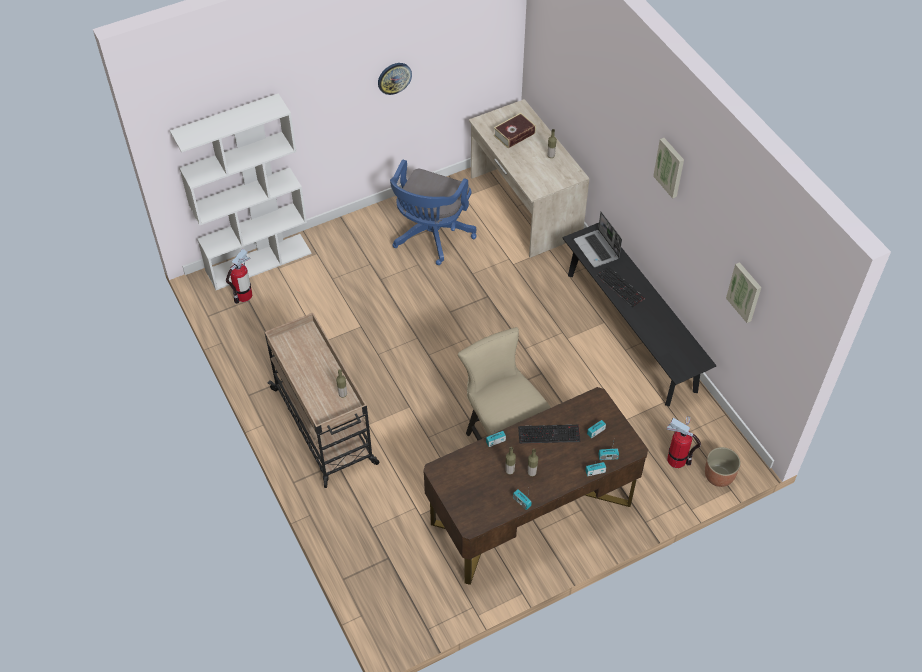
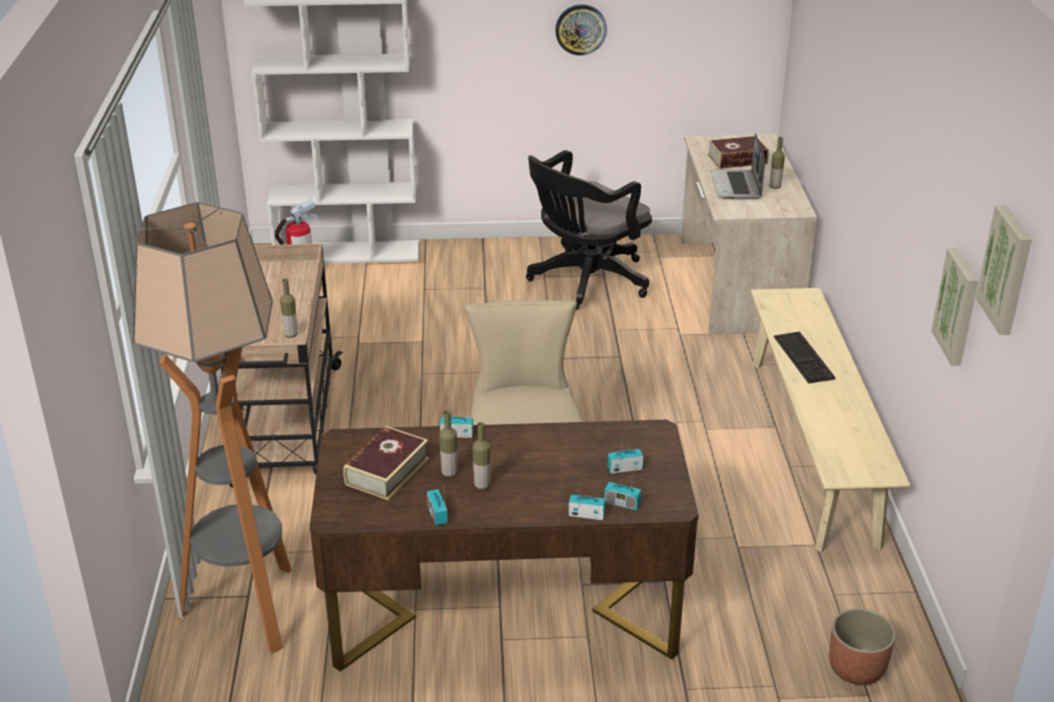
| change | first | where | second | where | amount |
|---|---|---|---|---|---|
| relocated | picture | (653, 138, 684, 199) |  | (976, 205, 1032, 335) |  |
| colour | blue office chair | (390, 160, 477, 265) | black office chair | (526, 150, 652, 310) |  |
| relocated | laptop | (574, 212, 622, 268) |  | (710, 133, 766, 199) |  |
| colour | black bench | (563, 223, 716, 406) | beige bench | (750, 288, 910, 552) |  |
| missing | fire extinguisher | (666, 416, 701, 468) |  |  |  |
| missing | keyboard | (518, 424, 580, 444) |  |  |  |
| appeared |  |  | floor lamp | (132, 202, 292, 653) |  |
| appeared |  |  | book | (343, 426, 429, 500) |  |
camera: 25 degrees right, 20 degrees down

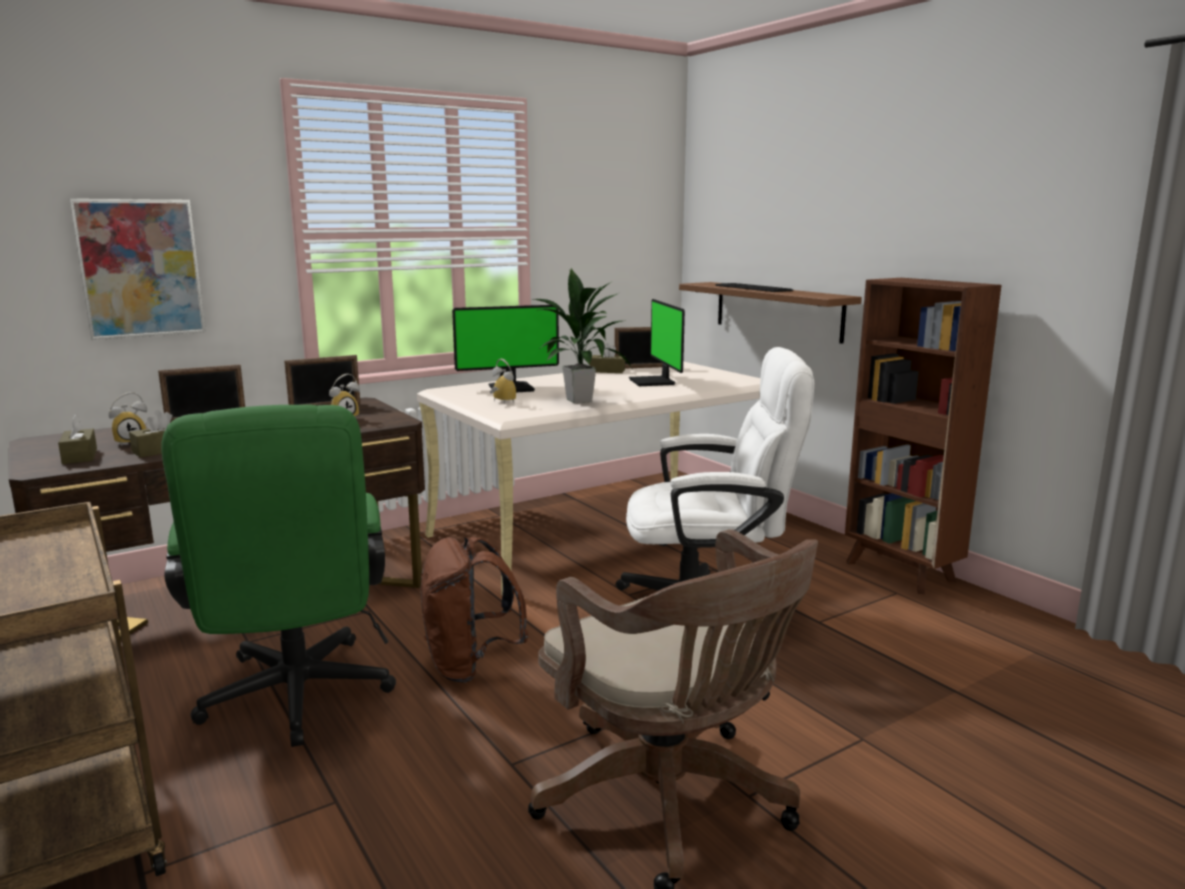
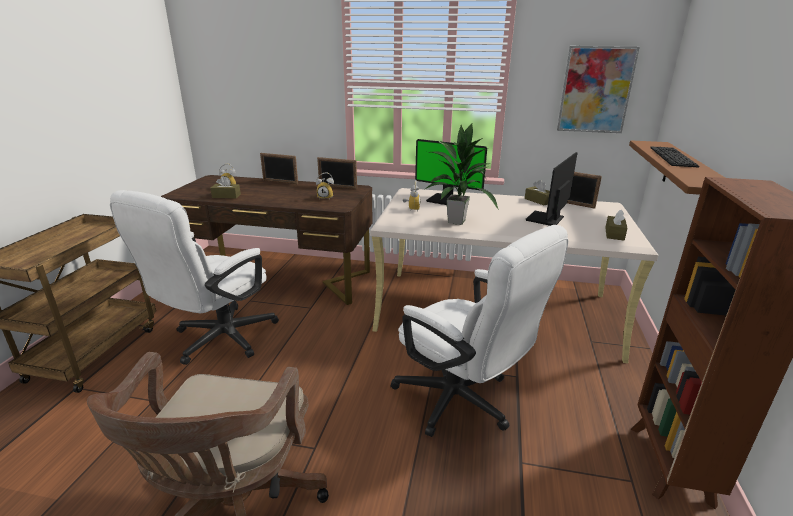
| change | first | where | second | where | amount |
|---|---|---|---|---|---|
| relocated | picture | (69, 199, 206, 340) |  | (557, 46, 640, 133) |  |
| colour | green office chair | (162, 405, 396, 747) | white office chair | (110, 190, 279, 365) |  |
| relocated | brown tissue box | (58, 414, 97, 464) |  | (605, 209, 628, 241) |  |
| missing | brown backpack | (421, 537, 529, 682) |  |  |  |
camera: 45 degrees right, 10 degrees up

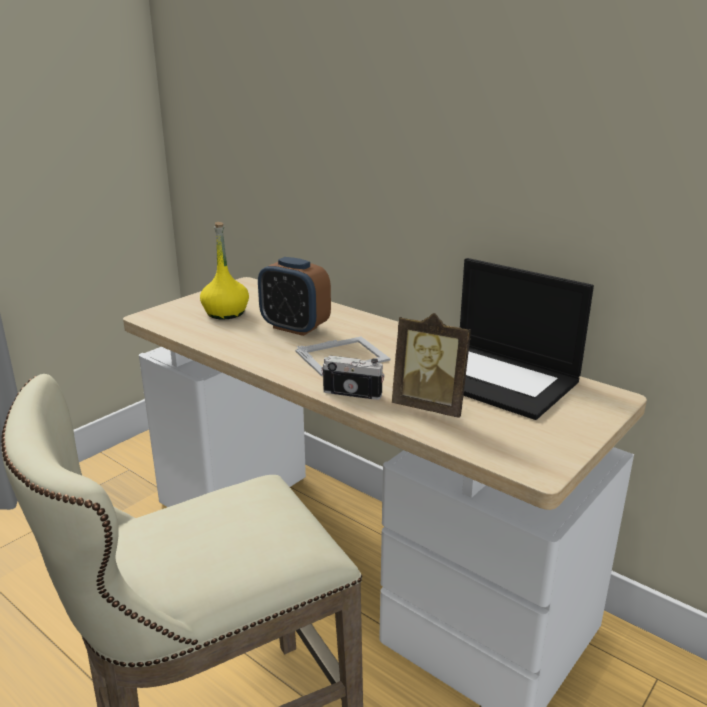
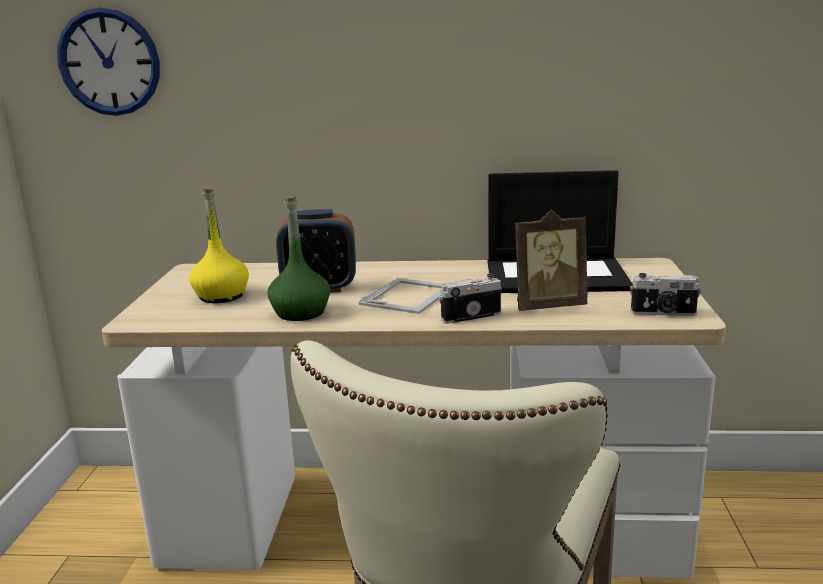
| change | first | where | second | where | amount |
|---|---|---|---|---|---|
| appeared |  |  | wall clock | (57, 8, 160, 116) |  |
| appeared |  |  | green bottle | (267, 197, 330, 321) |  |
| appeared |  |  | photo camera | (630, 273, 701, 316) |  |
camera: 35 degrees left, 5 degrees down

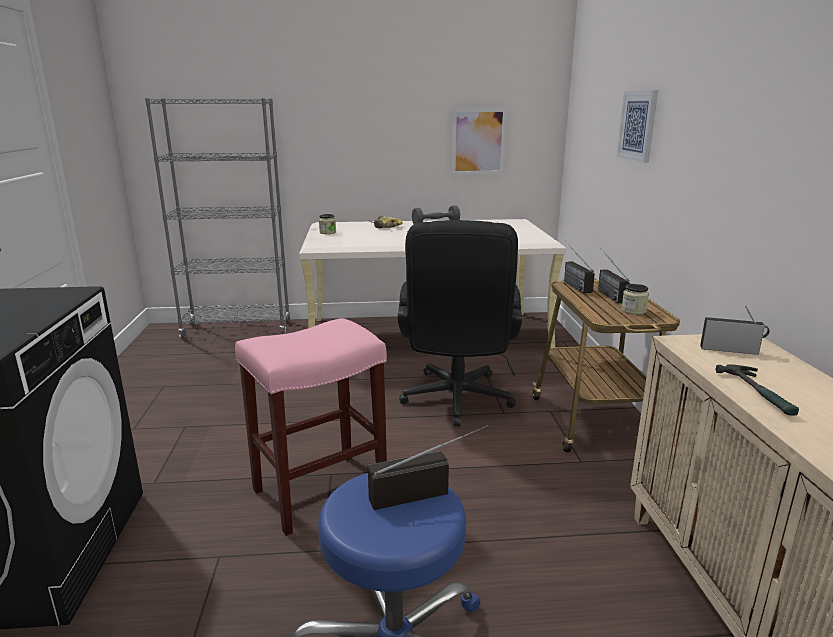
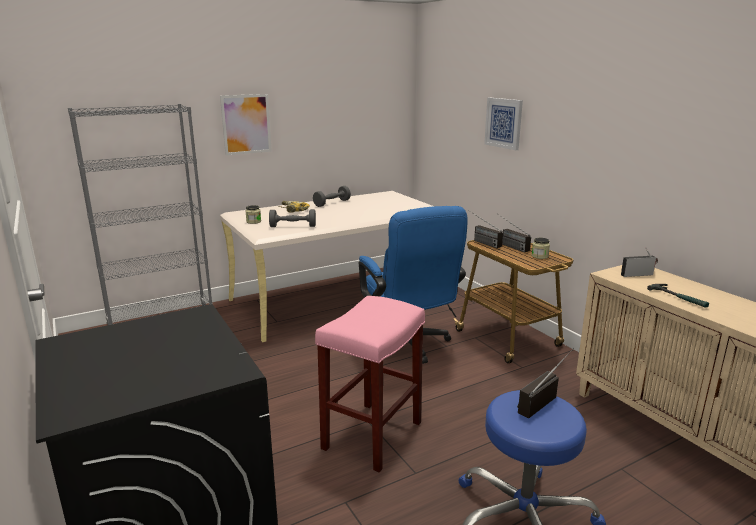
| change | first | where | second | where | amount |
|---|---|---|---|---|---|
| relocated | picture | (452, 109, 506, 174) |  | (220, 94, 272, 155) |  |
| colour | black office chair | (398, 220, 522, 427) | blue office chair | (359, 206, 468, 364) |  |
| appeared |  |  | grey dumbbell | (269, 209, 316, 227) |  |
camera: 25 degrees left, 0 degrees up

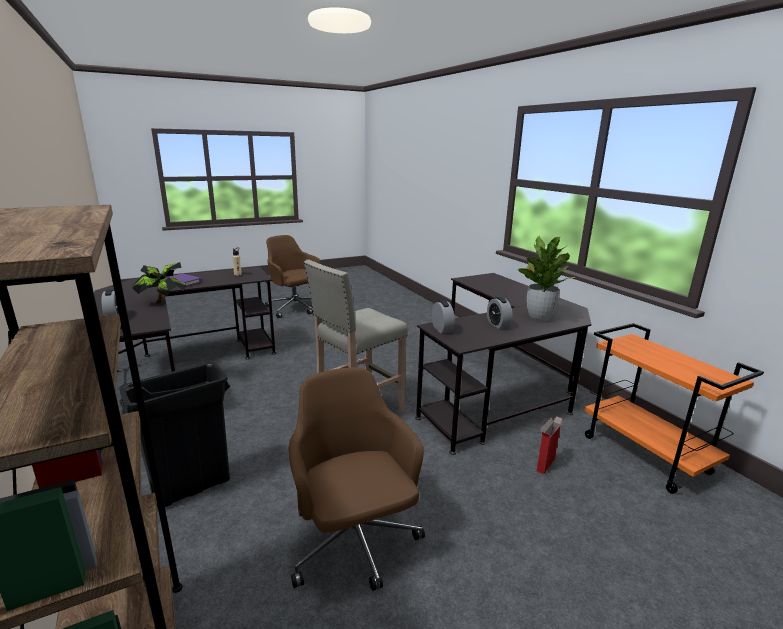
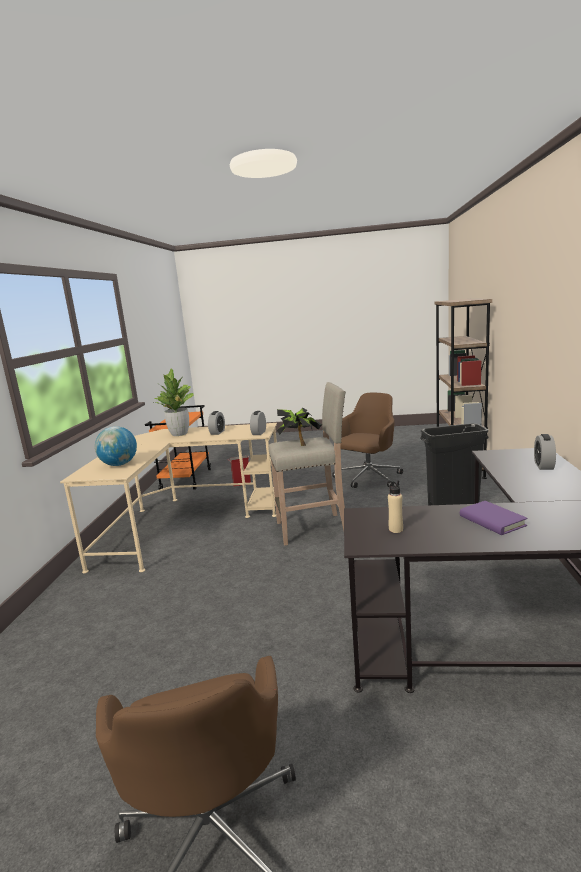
| change | first | where | second | where | amount |
|---|---|---|---|---|---|
| relocated | potted plant | (132, 262, 187, 303) |  | (277, 408, 322, 446) |  |
| colour | black desk | (415, 273, 591, 455) | beige desk | (60, 423, 277, 573) |  |
| spun | brown office chair | (288, 367, 425, 591) |  | (332, 393, 403, 488) | 150 degrees counterclockwise |
| appeared |  |  | globe | (95, 426, 137, 466) |  |
camera: 145 degrees left, 5 degrees down

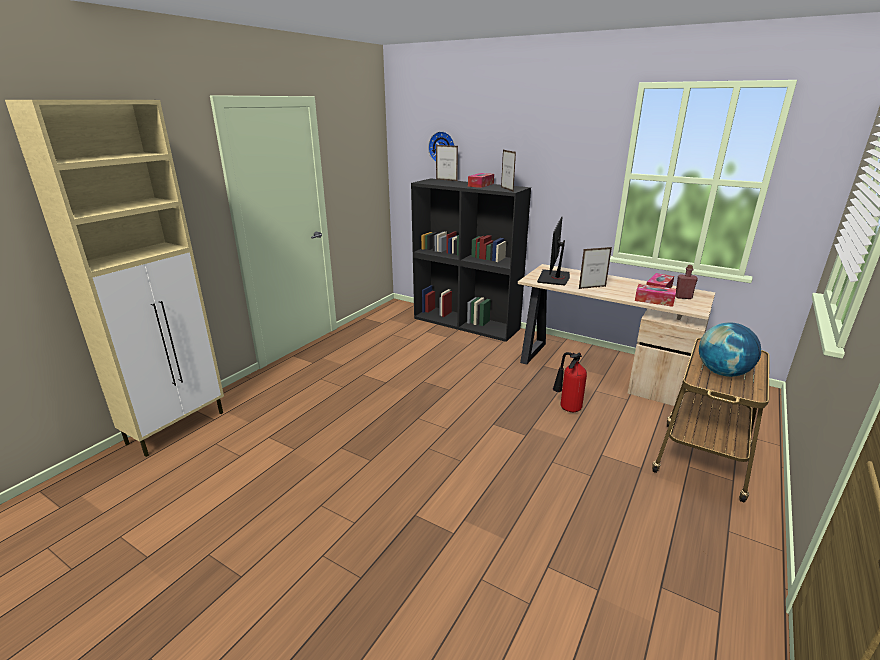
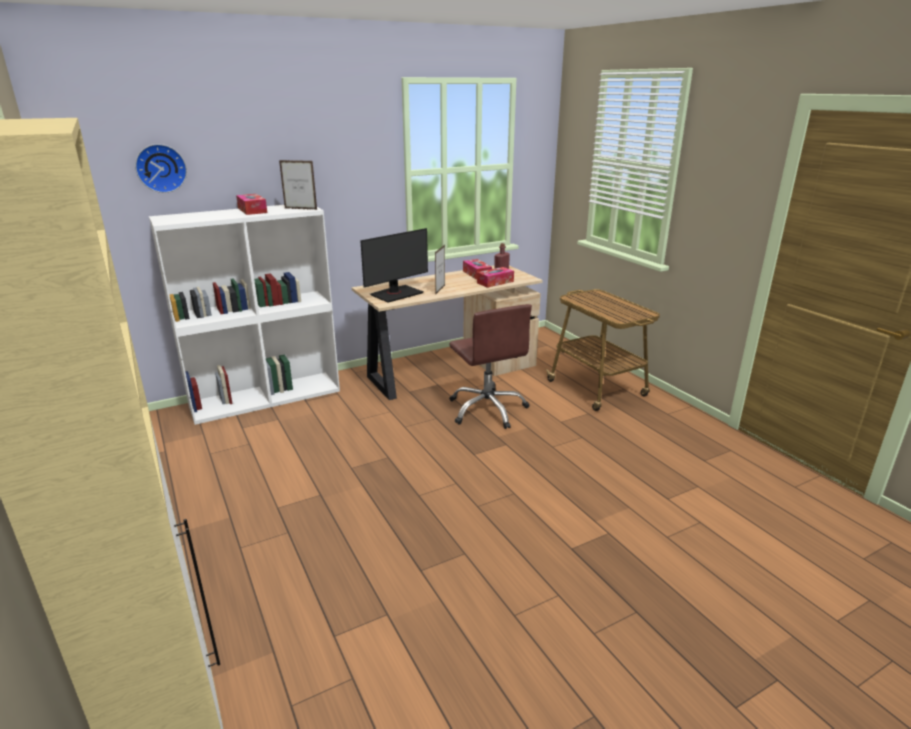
| change | first | where | second | where | amount |
|---|---|---|---|---|---|
| missing | picture frame | (436, 145, 458, 181) |  |  |  |
| colour | black bookcase | (411, 178, 531, 342) | white bookcase | (149, 205, 340, 425) |  |
| spun | monitor | (537, 216, 570, 286) |  | (360, 228, 428, 303) | 90 degrees counterclockwise |
| missing | globe | (699, 322, 761, 377) |  |  |  |
| exchanged | fire extinguisher | (553, 352, 587, 412) | brown office chair | (449, 304, 532, 429) |  |
camera: 60 degrees left, 0 degrees up

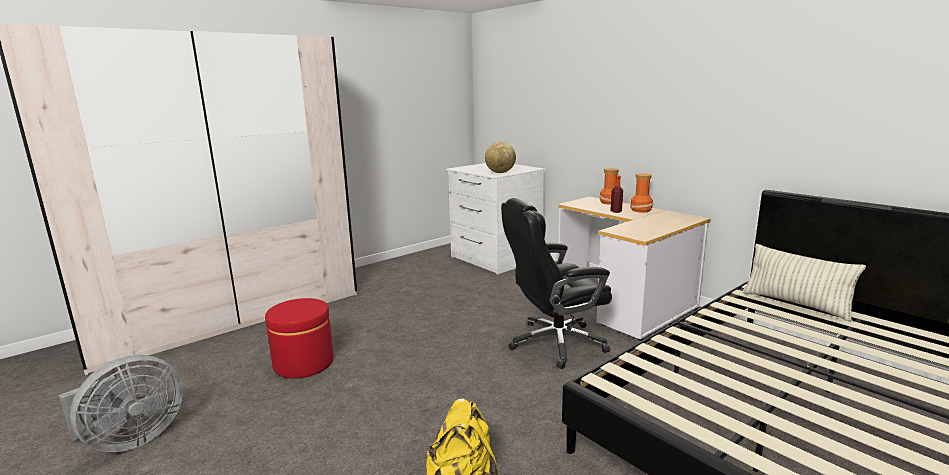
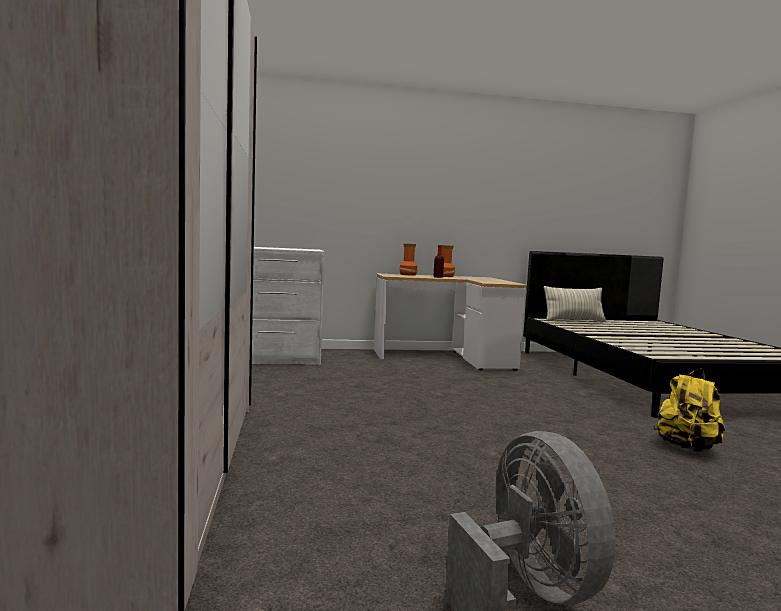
| change | first | where | second | where | amount |
|---|---|---|---|---|---|
| missing | globe | (485, 142, 516, 173) |  |  |  |
| missing | black office chair | (501, 198, 612, 369) |  |  |  |
| missing | red ottoman | (265, 298, 334, 379) |  |  |  |
camera: 60 degrees left, 10 degrees down

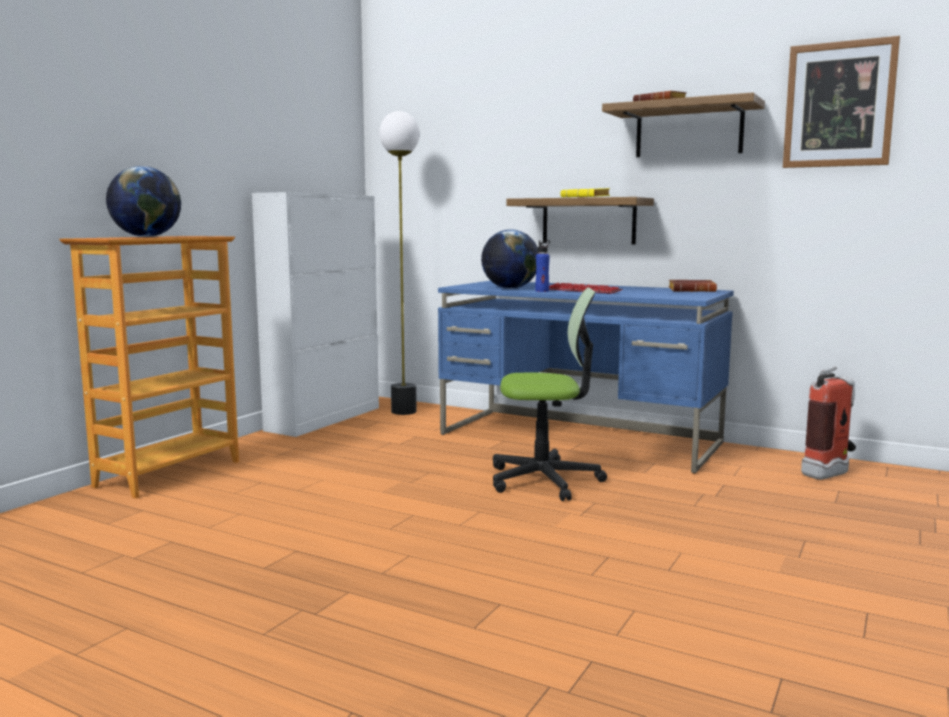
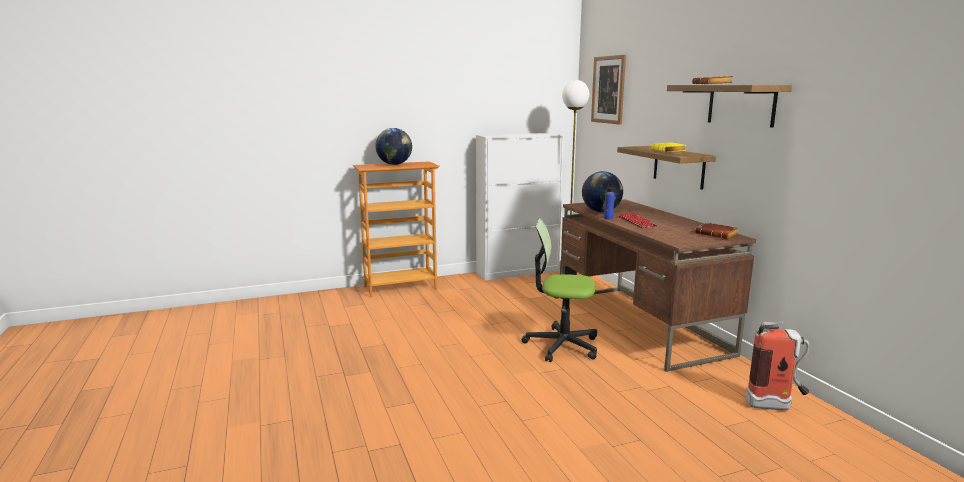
| change | first | where | second | where | amount |
|---|---|---|---|---|---|
| relocated | picture | (783, 36, 900, 168) |  | (591, 55, 626, 125) |  |
| colour | blue desk | (438, 281, 734, 473) | brown desk | (561, 199, 756, 372) |  |
| spun | office chair | (493, 288, 607, 501) |  | (522, 219, 597, 362) | 150 degrees clockwise |
camera: 40 degrees right, 5 degrees up

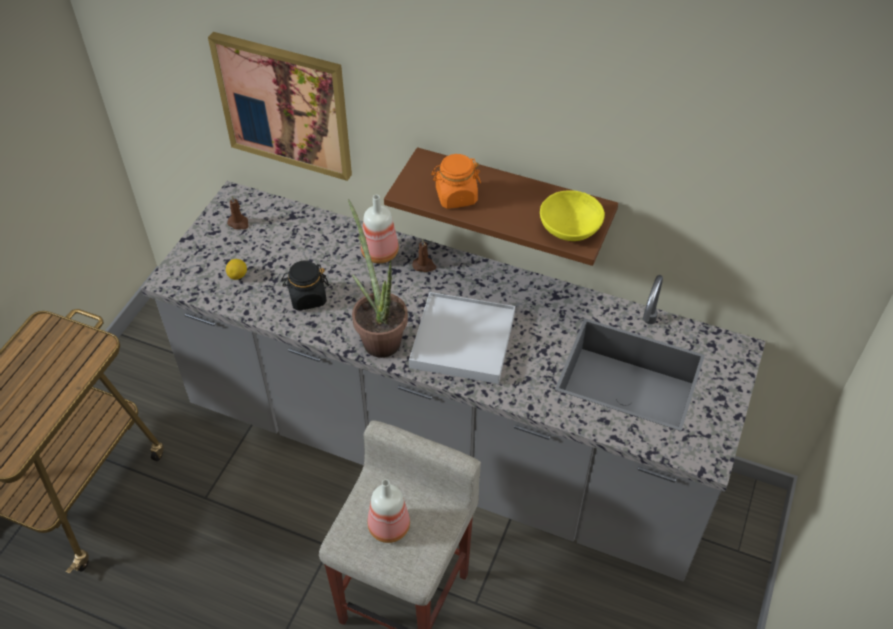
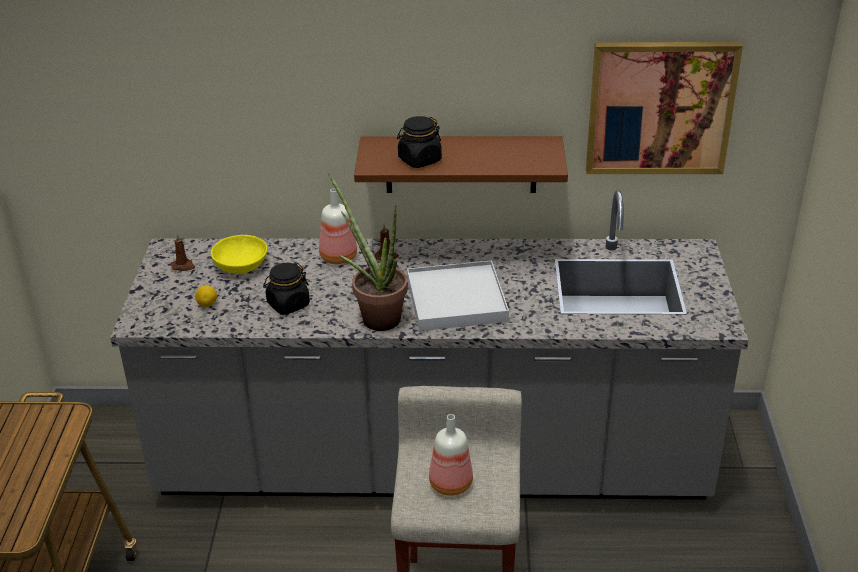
| change | first | where | second | where | amount |
|---|---|---|---|---|---|
| relocated | picture | (208, 32, 352, 181) |  | (586, 42, 743, 174) |  |
| colour | orange jar | (431, 154, 481, 209) | black jar | (397, 116, 442, 168) |  |
| relocated | yellow bowl | (540, 190, 605, 241) |  | (211, 235, 268, 274) |  |
camera: 20 degrees left, 15 degrees down

